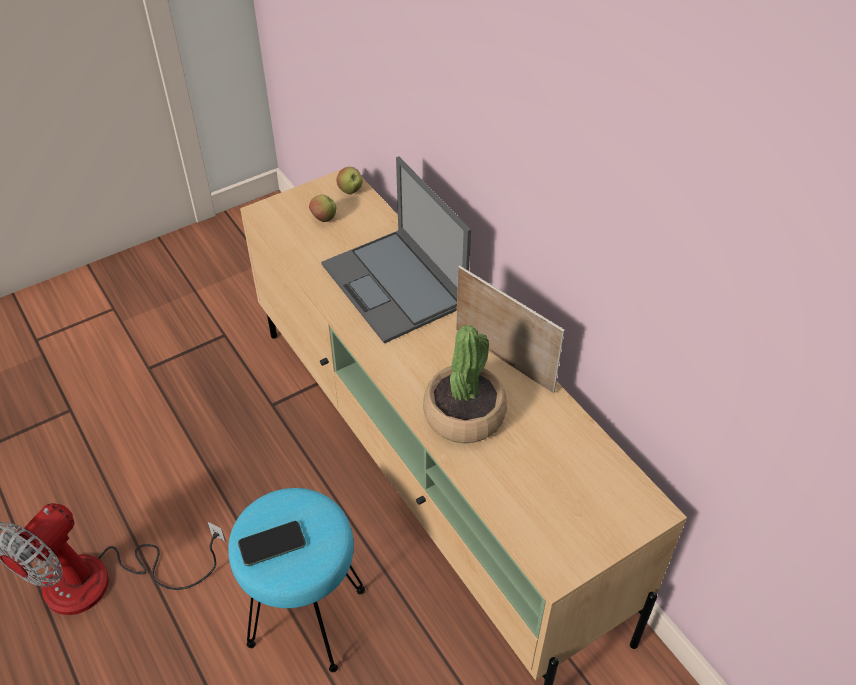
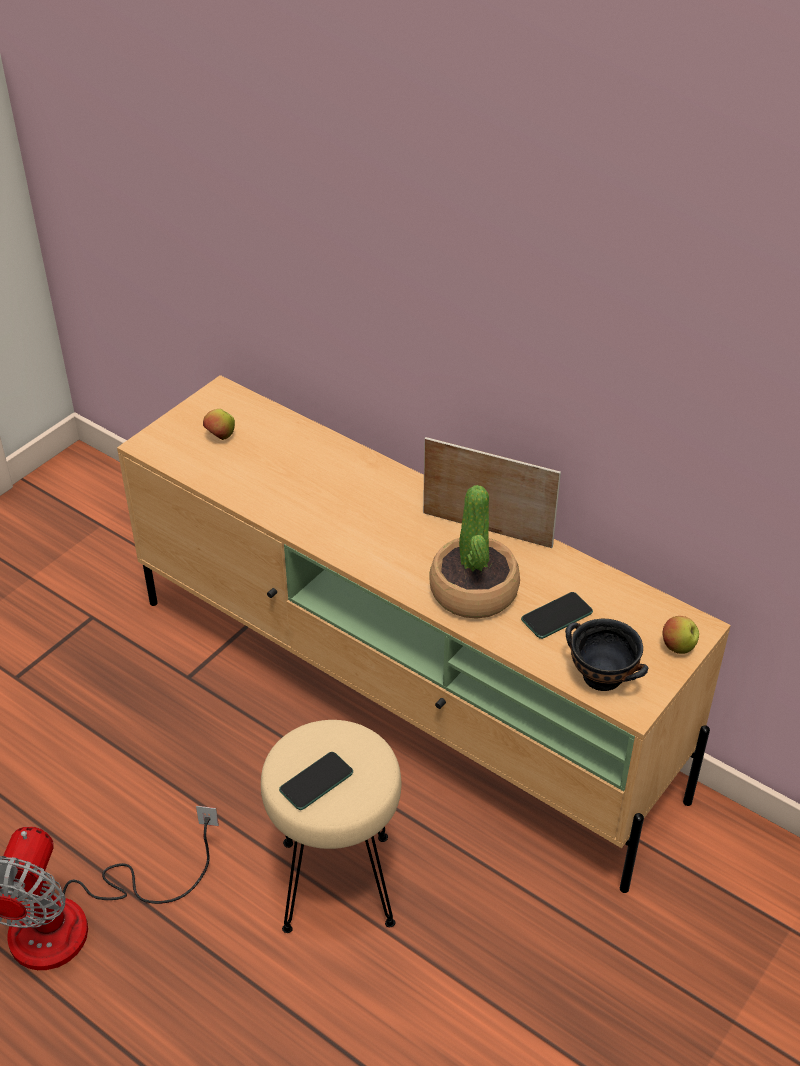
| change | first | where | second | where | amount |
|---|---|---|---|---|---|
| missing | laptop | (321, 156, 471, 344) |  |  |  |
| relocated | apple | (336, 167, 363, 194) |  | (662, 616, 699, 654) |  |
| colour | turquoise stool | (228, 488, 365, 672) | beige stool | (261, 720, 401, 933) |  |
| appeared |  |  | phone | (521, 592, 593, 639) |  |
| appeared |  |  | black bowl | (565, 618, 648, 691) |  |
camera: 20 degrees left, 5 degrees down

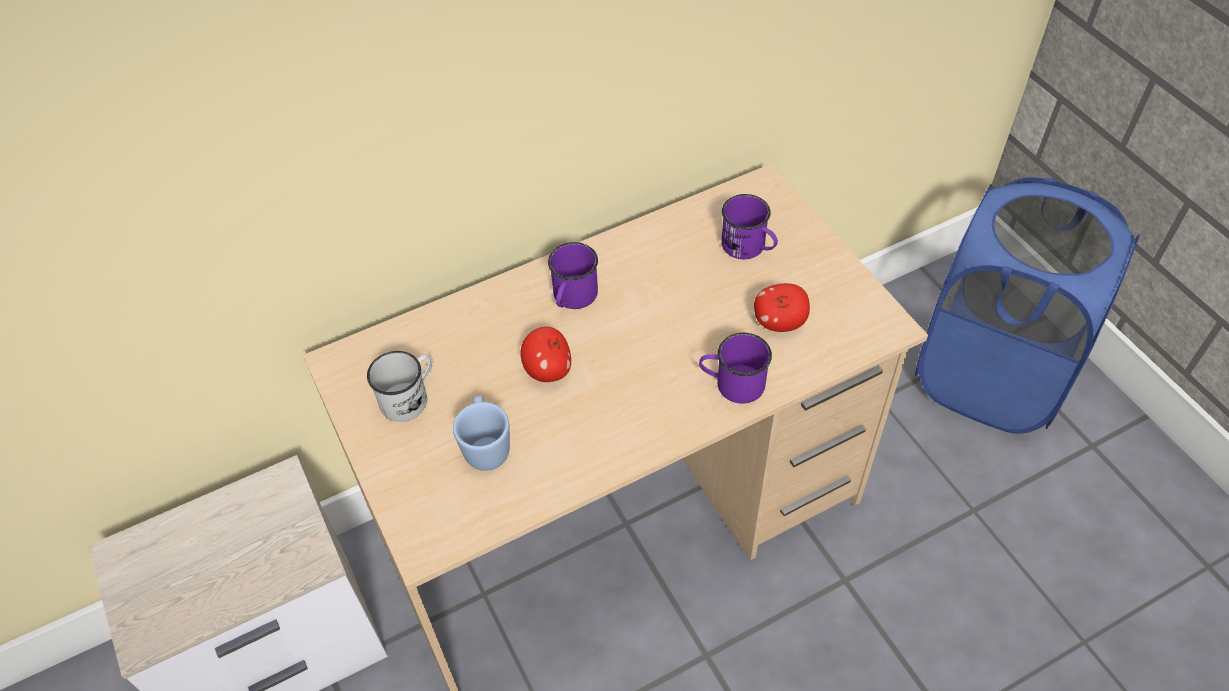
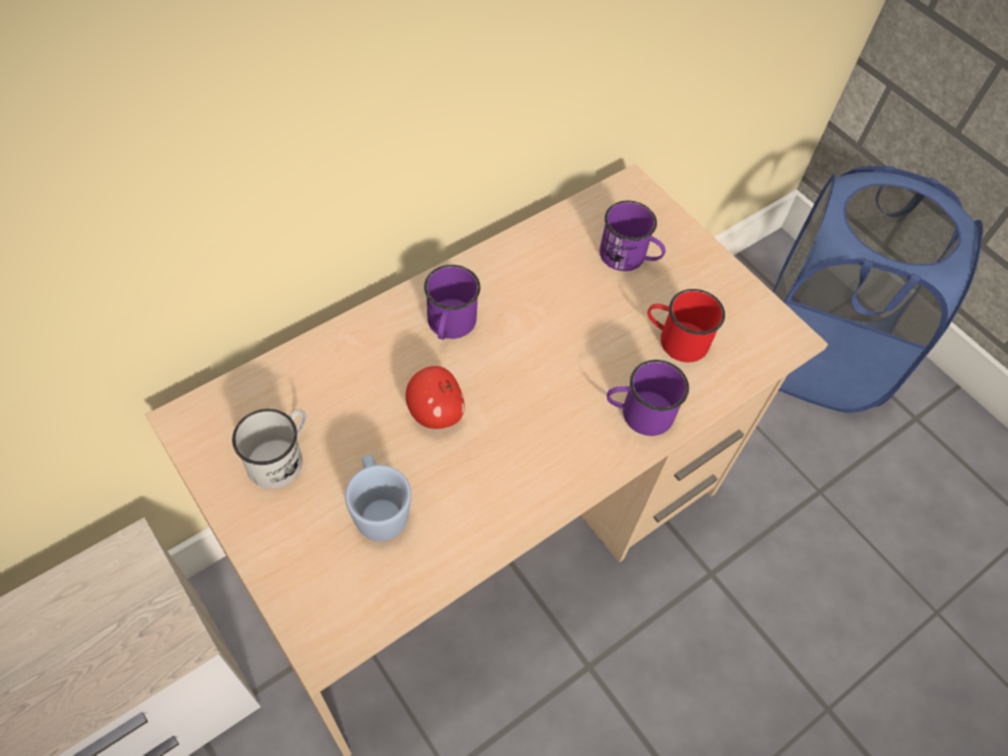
| change | first | where | second | where | amount |
|---|---|---|---|---|---|
| exchanged | apple | (754, 283, 810, 332) | red mug | (648, 289, 725, 362) |  |
camera: 15 degrees left, 5 degrees up

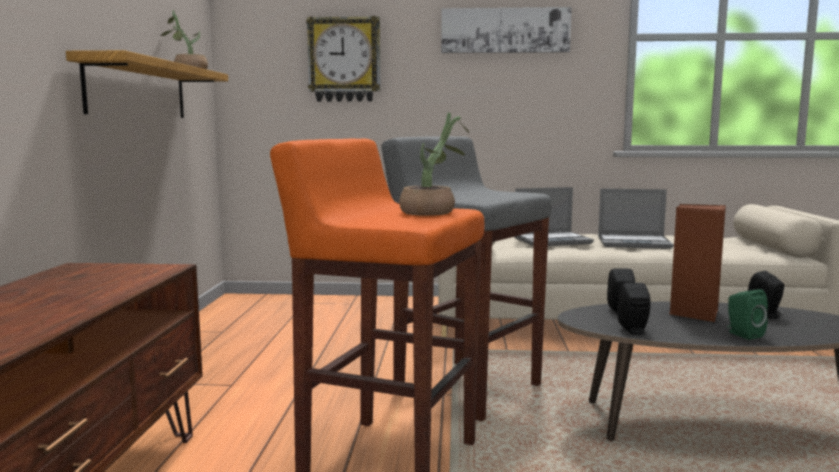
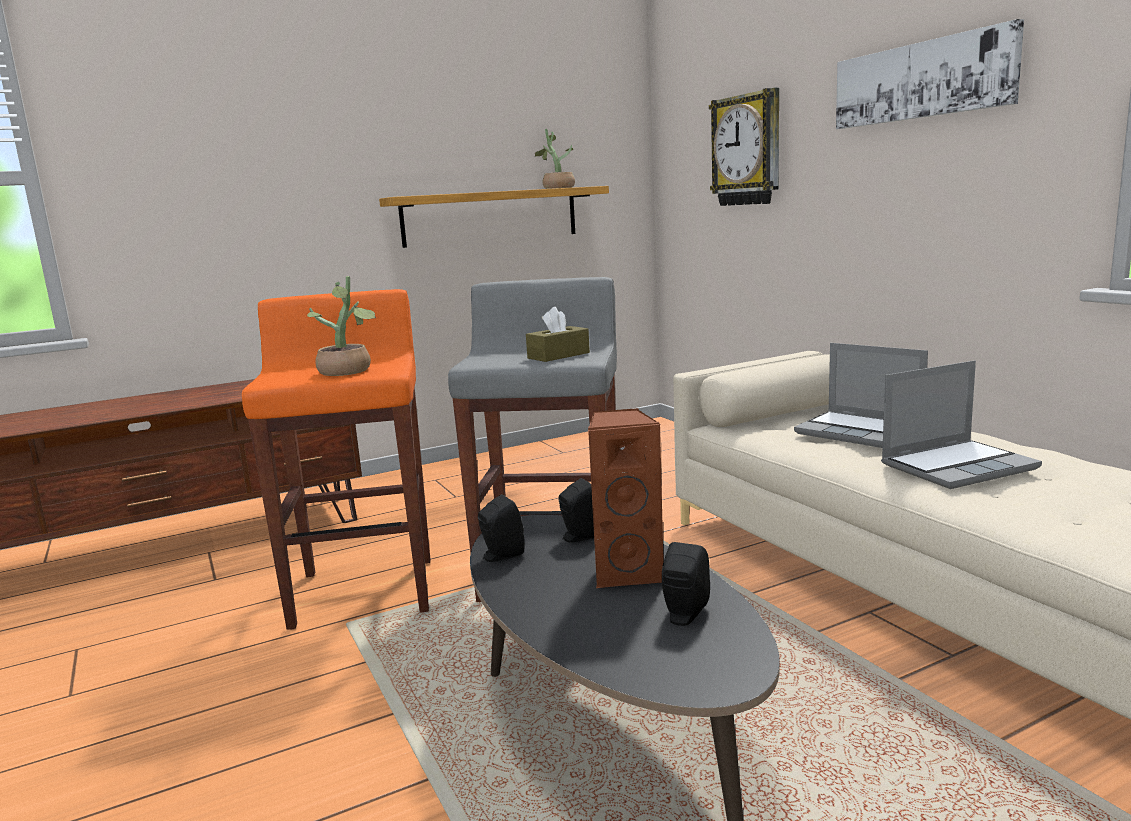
| change | first | where | second | where | amount |
|---|---|---|---|---|---|
| spun | laptop | (598, 188, 674, 249) |  | (881, 360, 1042, 489) | 90 degrees counterclockwise |
| missing | green speaker | (727, 289, 768, 340) |  |  |  |
| appeared |  |  | brown tissue box | (526, 307, 590, 362) |  |
camera: 60 degrees right, 5 degrees up

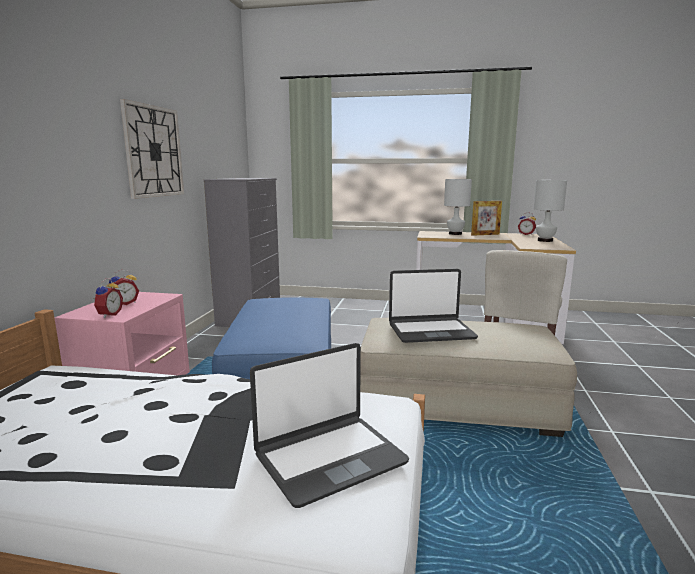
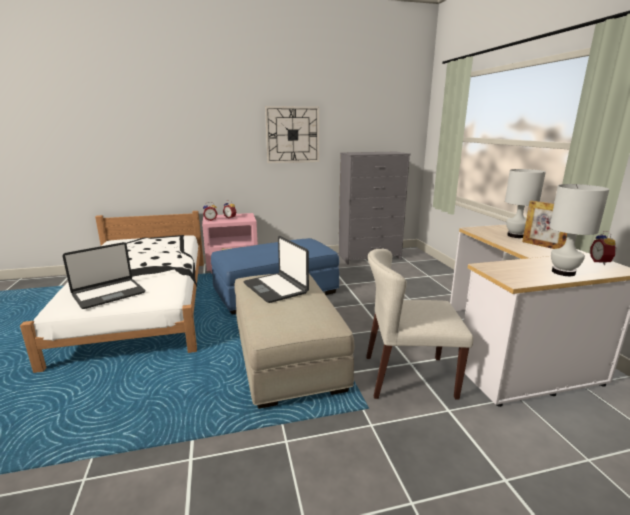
| change | first | where | second | where | amount |
|---|---|---|---|---|---|
| spun | laptop | (250, 343, 409, 508) |  | (62, 242, 145, 309) | 75 degrees counterclockwise |
camera: 65 degrees right, 5 degrees up

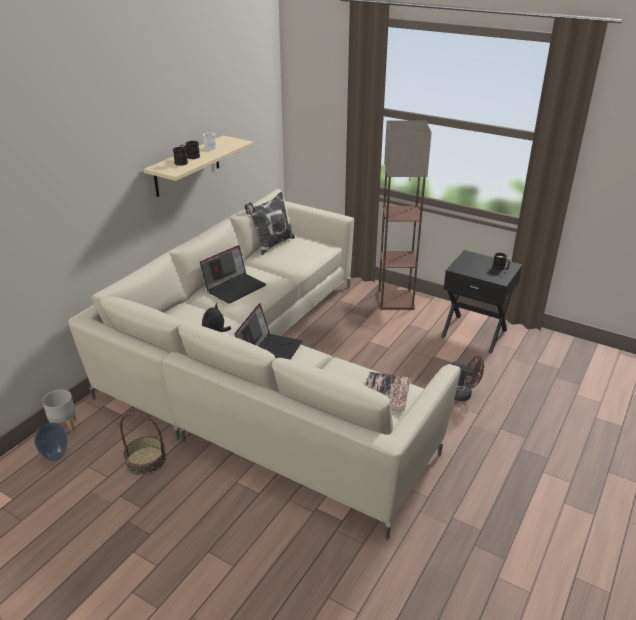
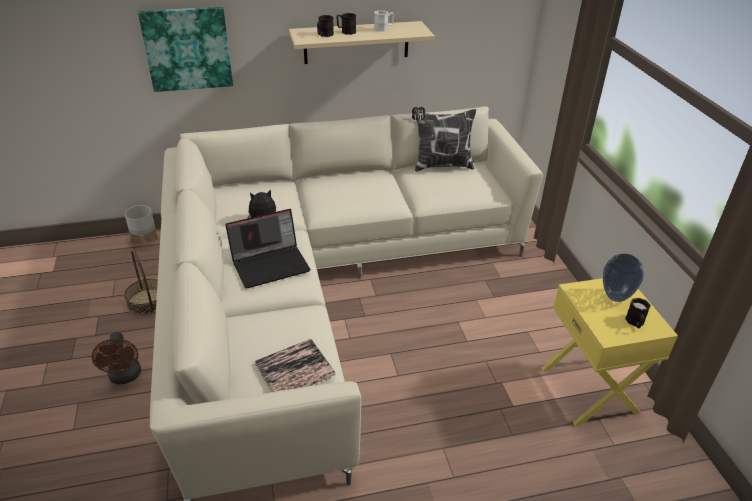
| change | first | where | second | where | amount |
|---|---|---|---|---|---|
| missing | floor lamp | (377, 120, 432, 310) |  |  |  |
| missing | laptop | (200, 245, 266, 304) |  |  |  |
| colour | black nightstand | (441, 250, 522, 353) | yellow nightstand | (541, 278, 678, 426) |  |
| relocated | brown fan | (452, 356, 484, 401) |  | (92, 332, 141, 384) |  |
| relocated | vase | (34, 423, 67, 461) |  | (603, 254, 644, 302) |  |
| appeared |  |  | picture | (138, 7, 233, 92) |  |
camera: 45 degrees right, 5 degrees up

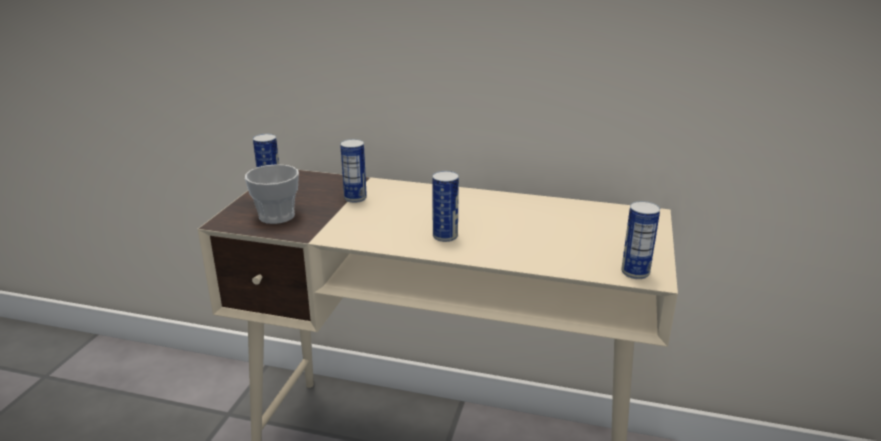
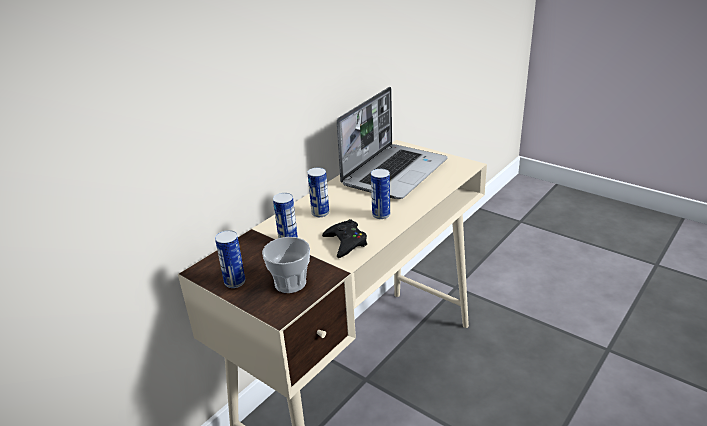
| change | first | where | second | where | amount |
|---|---|---|---|---|---|
| relocated | can | (621, 201, 660, 279) |  | (307, 167, 329, 217) |  |
| appeared |  |  | laptop | (337, 87, 448, 199) |  |
| appeared |  |  | black game controller | (322, 219, 367, 258) |  |
camera: 65 degrees left, 5 degrees up

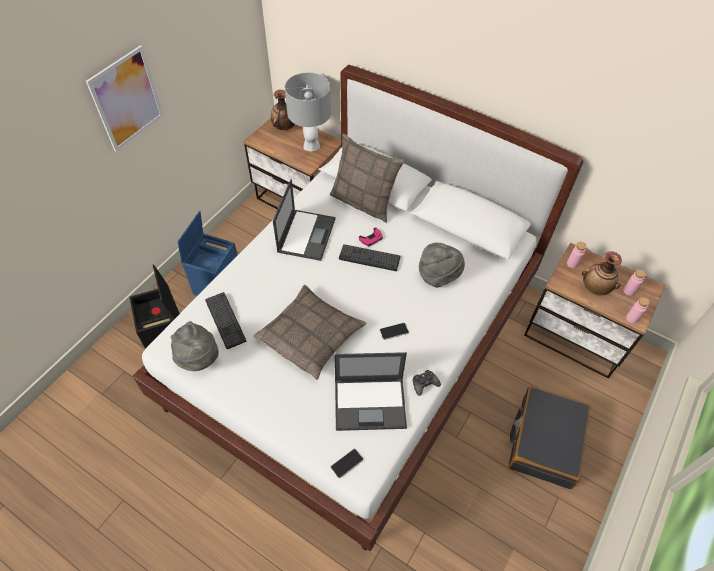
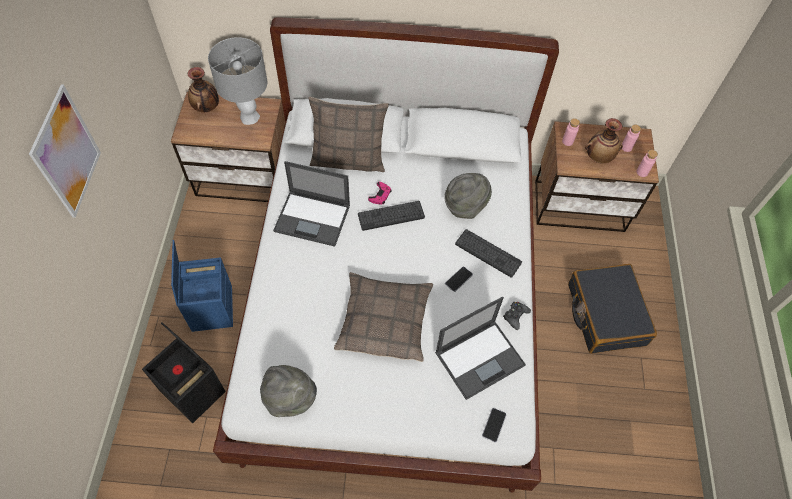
| change | first | where | second | where | amount |
|---|---|---|---|---|---|
| spun | laptop | (273, 179, 335, 261) |  | (273, 161, 350, 247) | 120 degrees clockwise |
| relocated | keyboard | (205, 292, 246, 349) |  | (455, 229, 522, 278) |  |
camera: 30 degrees left, 5 degrees up

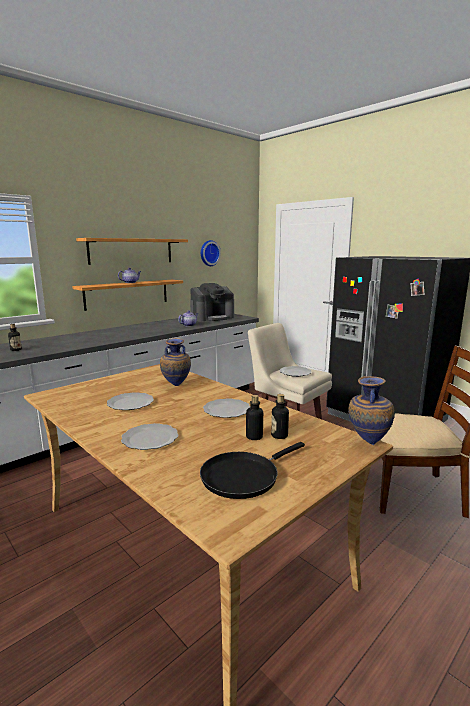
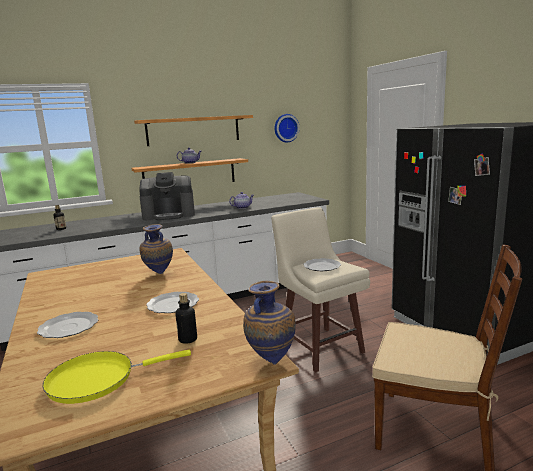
| change | first | where | second | where | amount |
|---|---|---|---|---|---|
| relocated | coffee machine | (190, 283, 234, 321) |  | (139, 172, 195, 220) |  |
| missing | plate | (107, 392, 154, 410) |  |  |  |
| missing | bottle | (246, 395, 263, 440) |  |  |  |
| colour | black frying pan | (200, 442, 305, 499) | yellow frying pan | (43, 350, 191, 404) |  |
camera: 20 degrees right, 0 degrees up

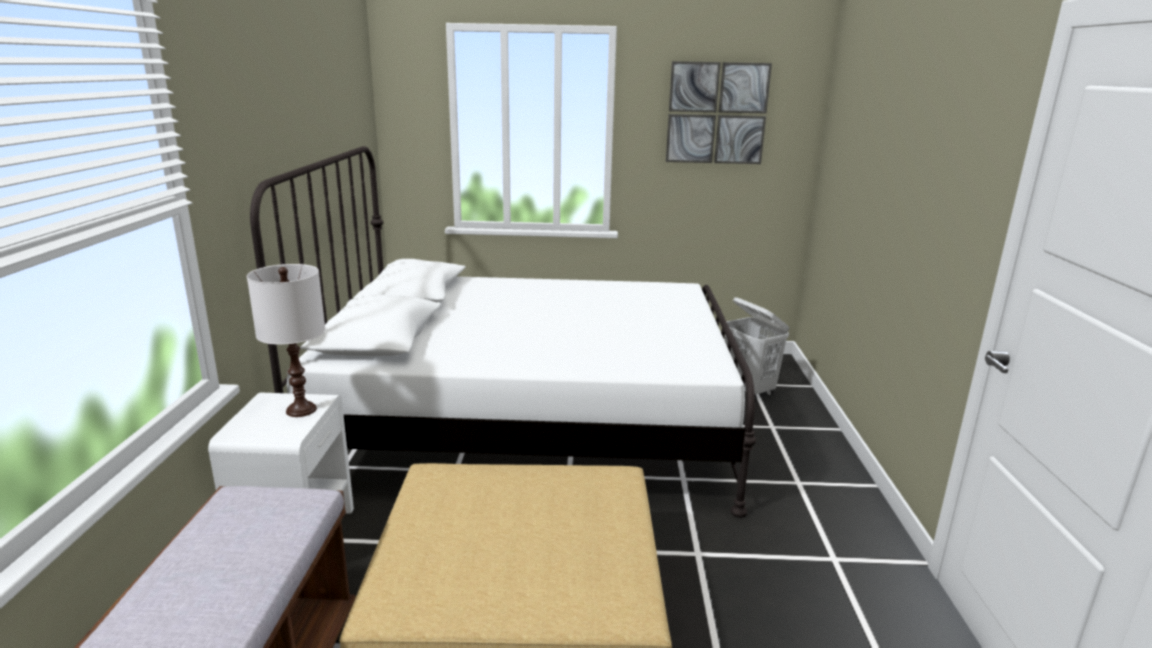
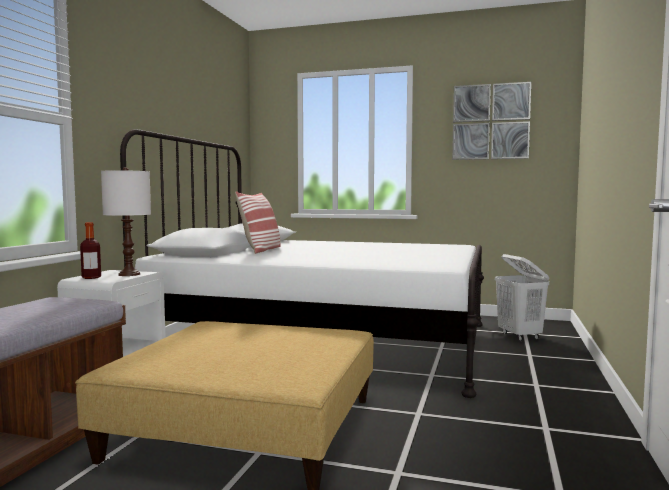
| change | first | where | second | where | amount |
|---|---|---|---|---|---|
| appeared |  |  | pillow | (235, 191, 281, 254) |  |
| appeared |  |  | bottle | (80, 222, 101, 279) |  |
camera: 15 degrees right, 15 degrees down

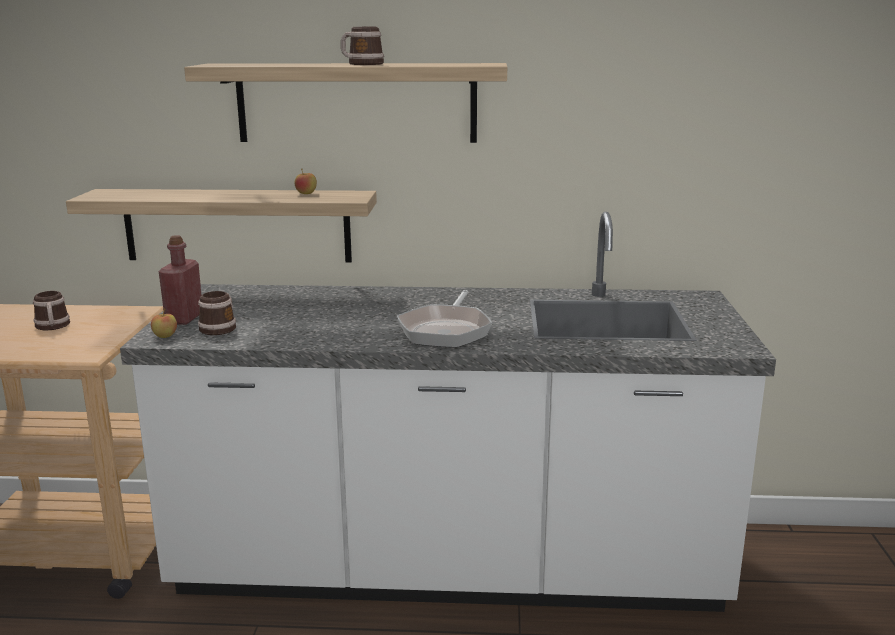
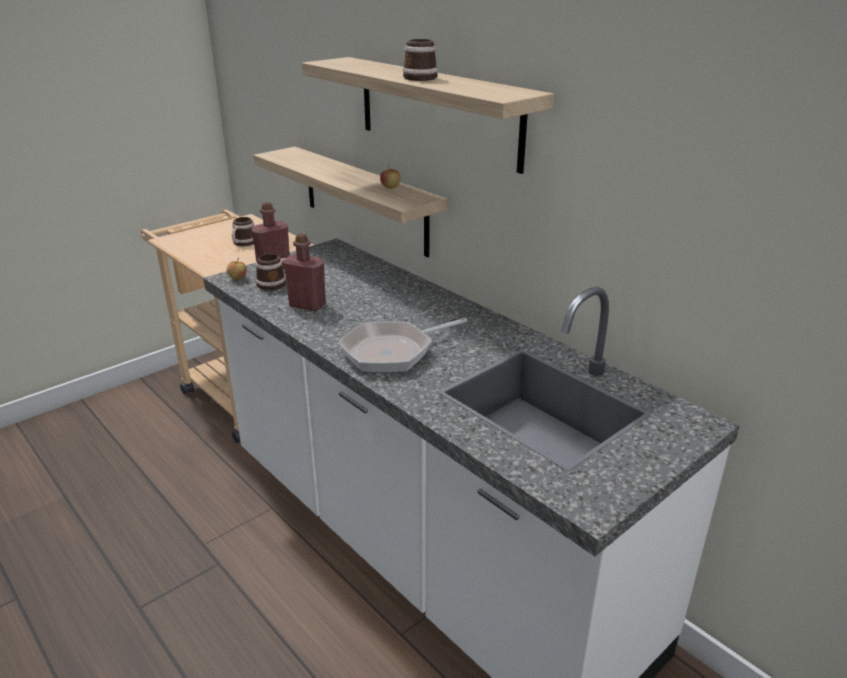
| change | first | where | second | where | amount |
|---|---|---|---|---|---|
| appeared |  |  | red bottle | (284, 234, 326, 311) |  |
camera: 45 degrees right, 10 degrees up

